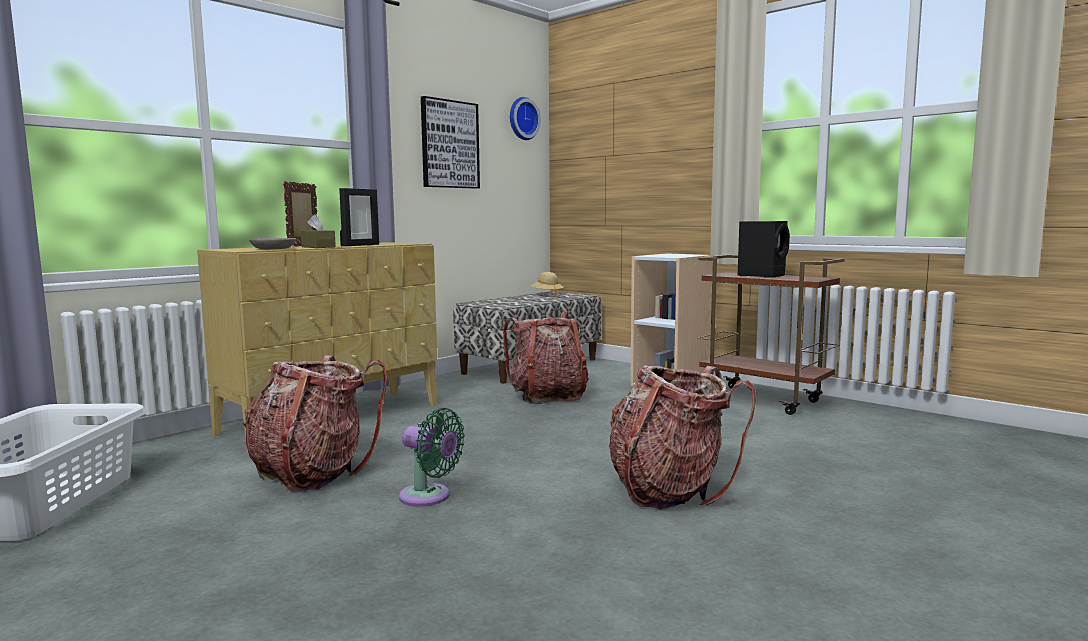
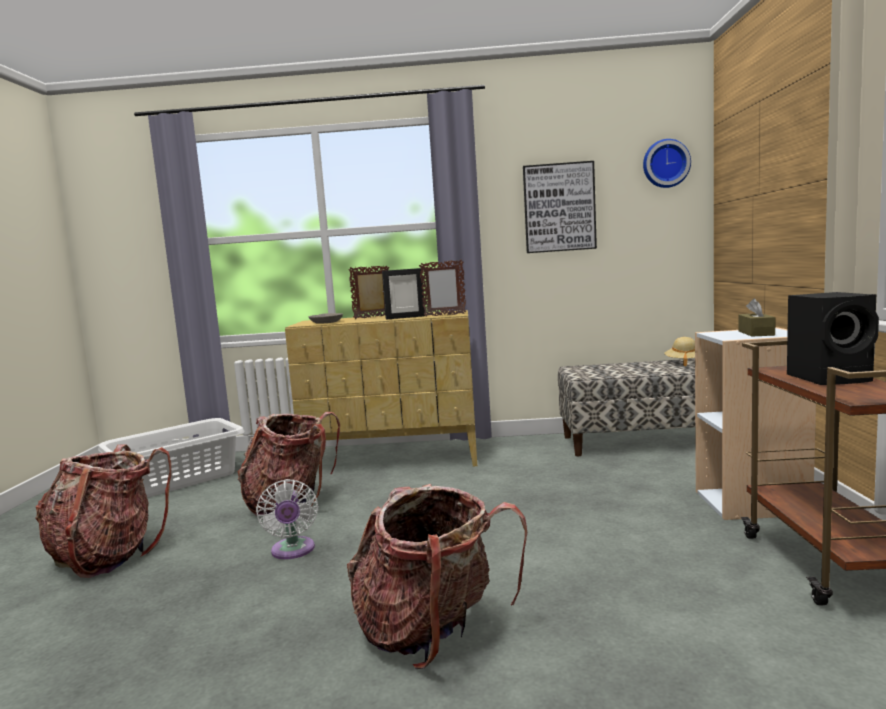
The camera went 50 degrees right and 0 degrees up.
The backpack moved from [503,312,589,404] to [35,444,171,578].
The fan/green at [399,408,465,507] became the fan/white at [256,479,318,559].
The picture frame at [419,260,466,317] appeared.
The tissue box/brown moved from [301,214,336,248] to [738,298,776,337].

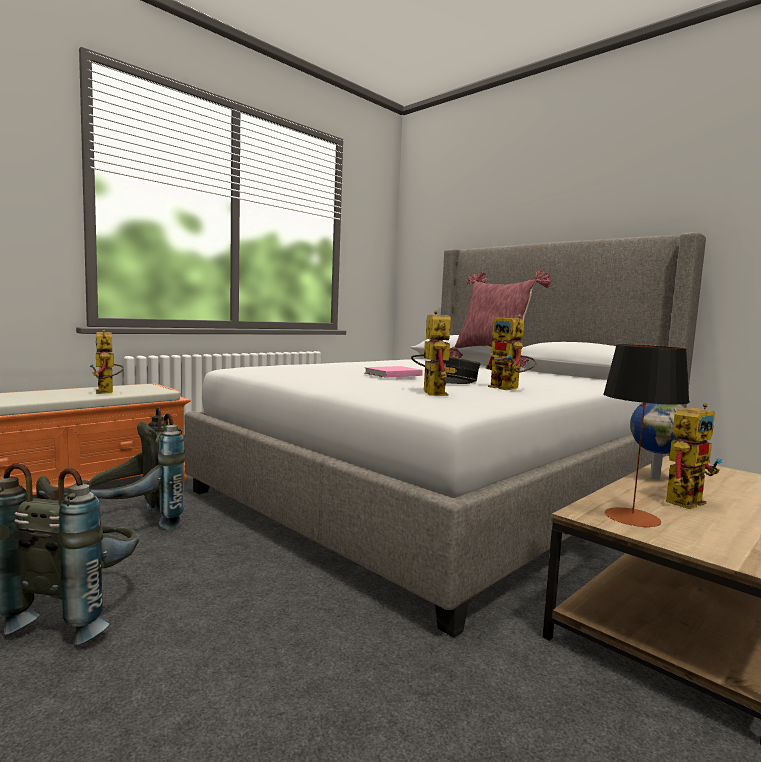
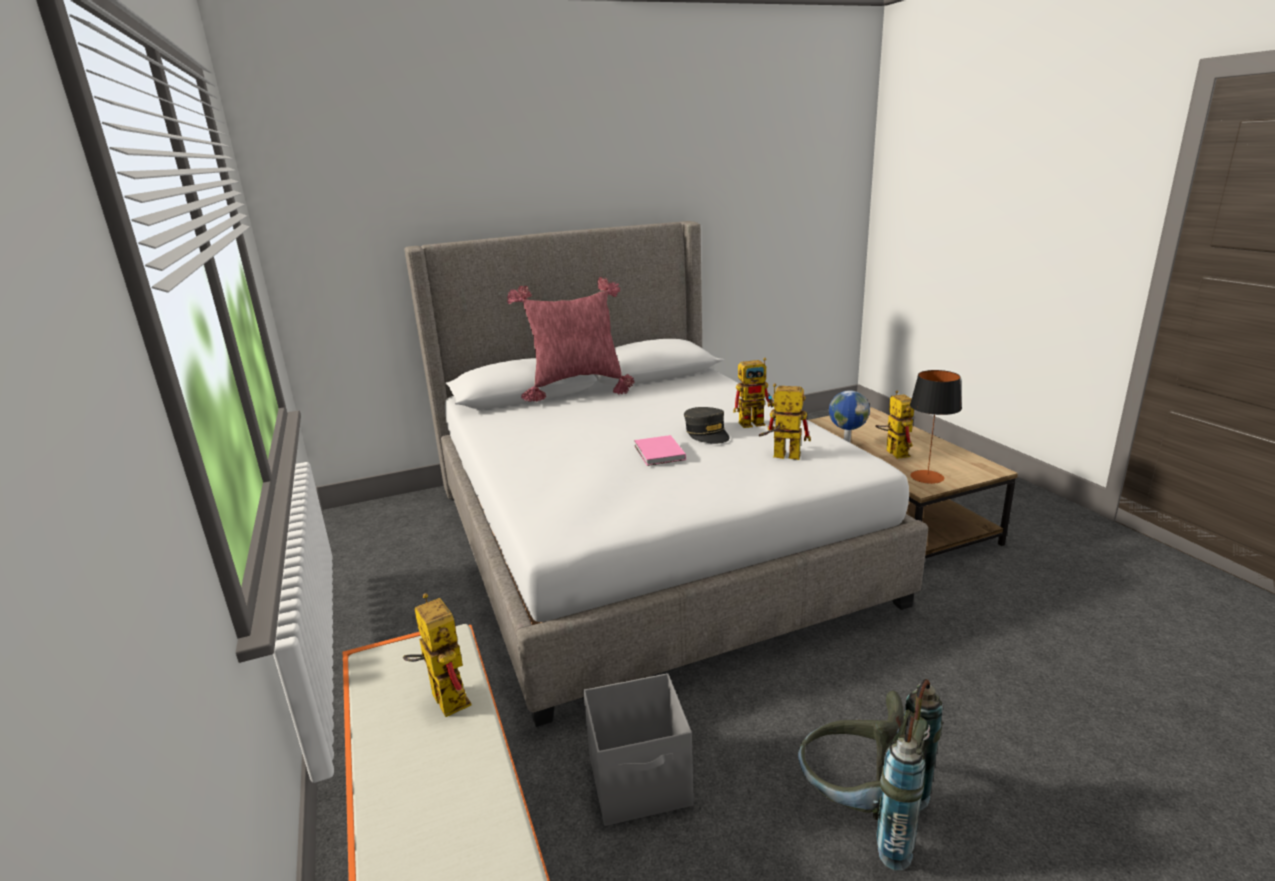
The camera went 65 degrees left and 15 degrees up.
The toy robot at [89,330,124,394] turned 120 degrees counterclockwise.
The backpack/grey at [89,407,185,530] was replaced by the storage box/grey at [583,673,694,826].

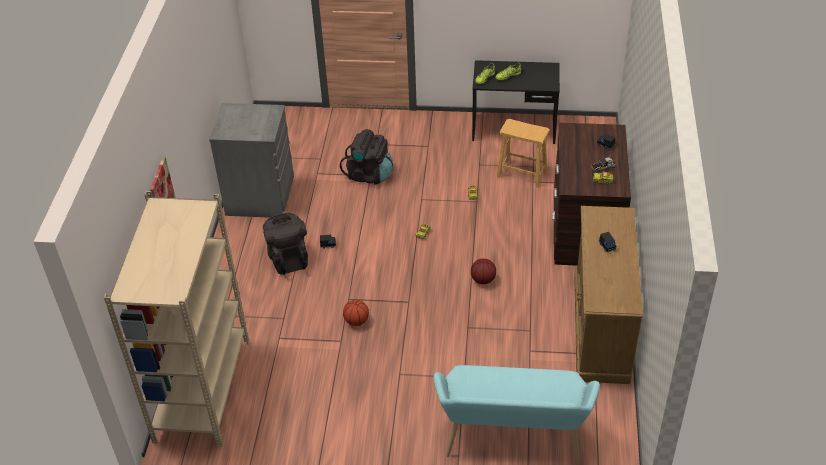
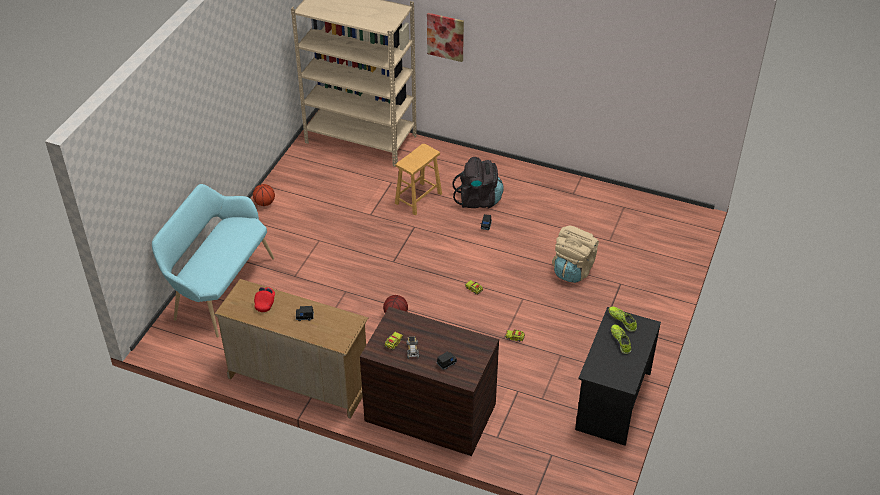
The camera went 105 degrees right and 0 degrees up.
The basketball moved from [343,300,369,326] to [253,184,275,206].
The cap/red at [254,287,275,312] appeared.
The stool/brown moved from [497,119,550,188] to [395,144,442,215].
The backpack/black at [340,129,393,185] became the backpack/beige at [552,225,599,283].
The dresser/grey at [209,103,294,218] disappeared.

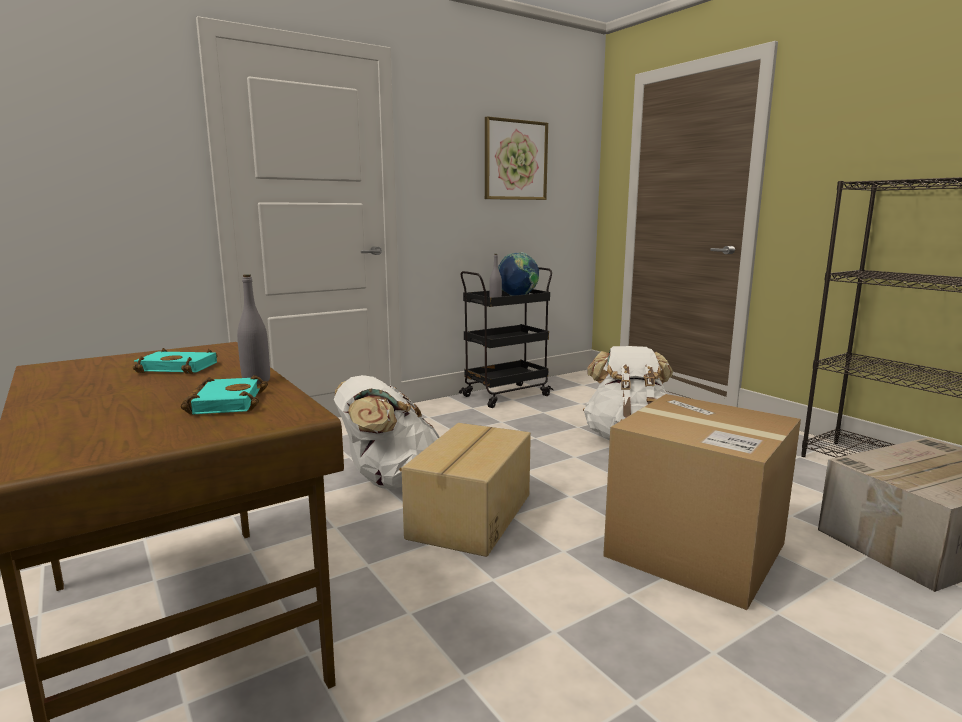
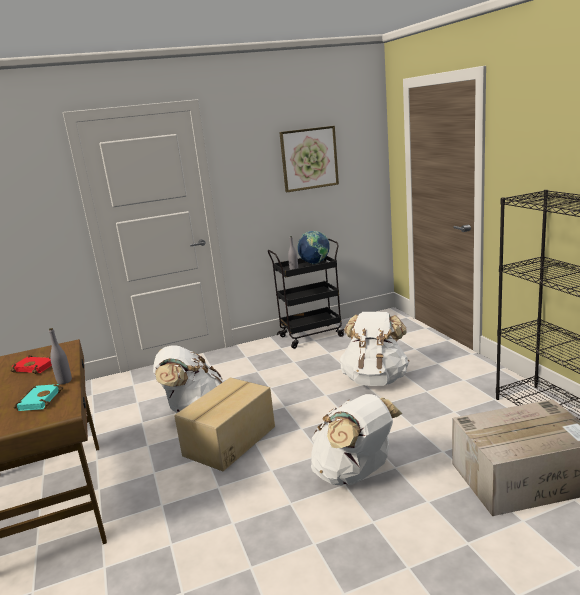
The camera went 15 degrees right and 5 degrees up.
The book/turquoise at [133,348,218,374] became the book/red at [10,355,52,374].
The cardboard box at [603,394,801,610] was replaced by the backpack/white at [311,394,402,485].

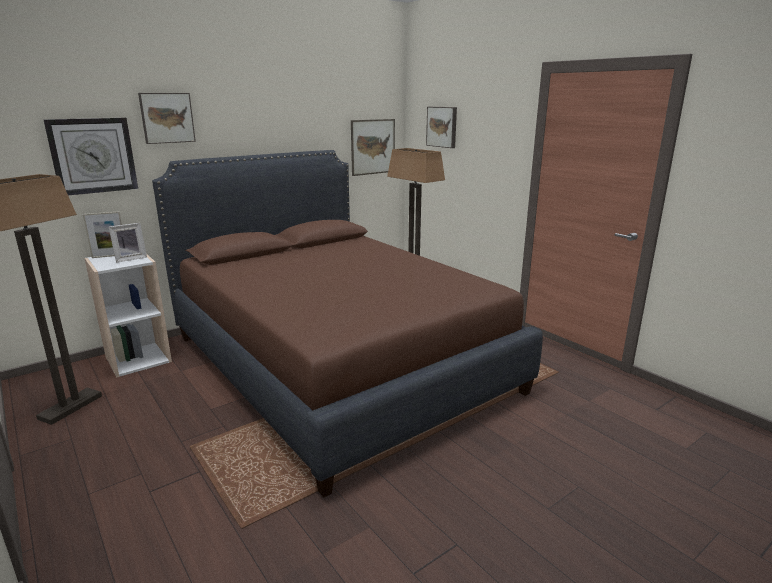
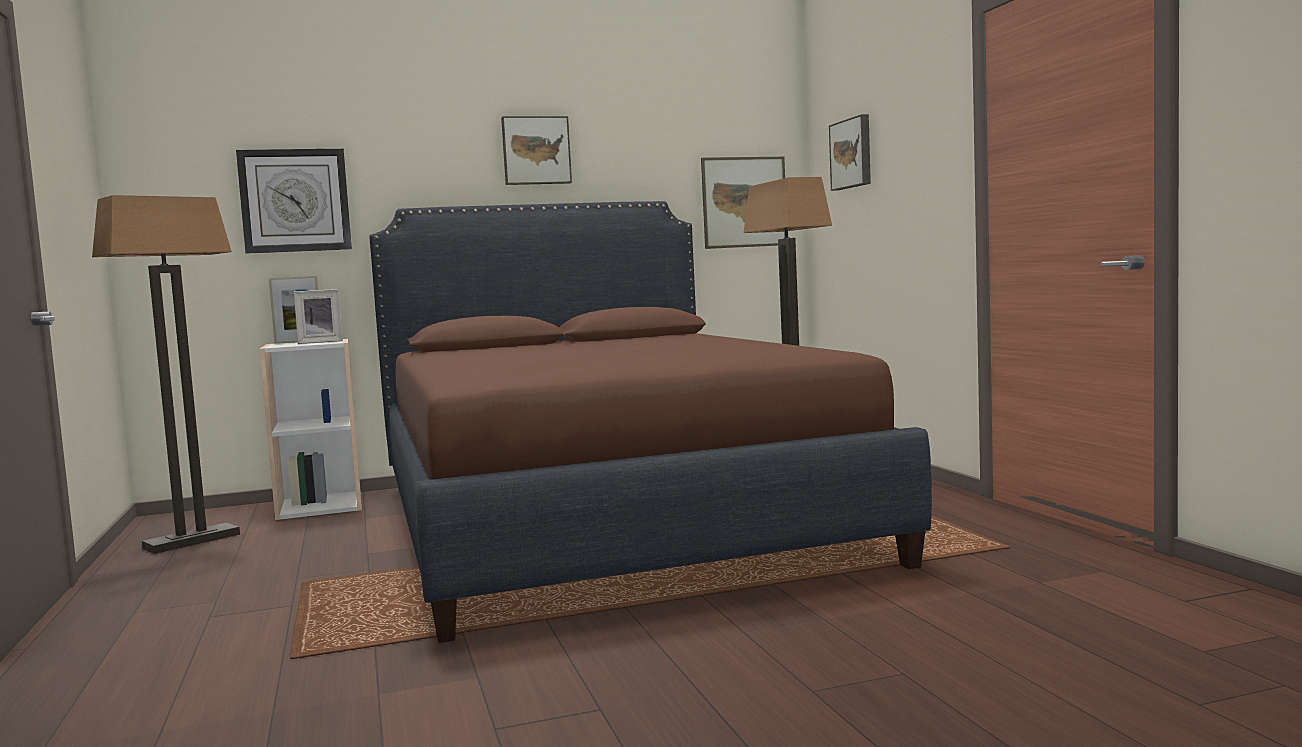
The camera went 20 degrees right and 15 degrees down.
The picture moved from [138,93,196,144] to [501,116,572,185].

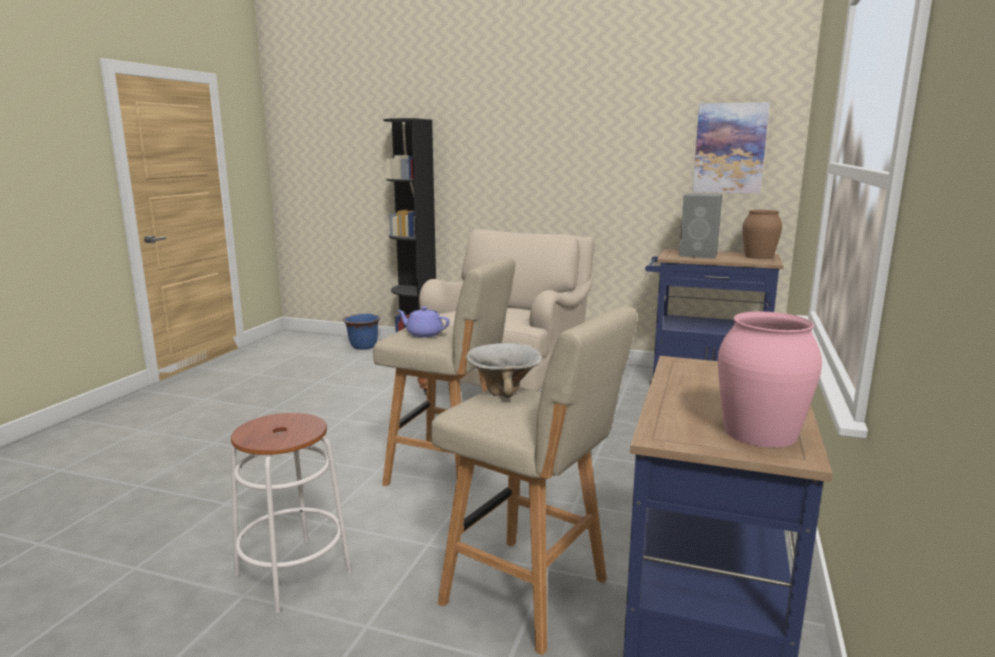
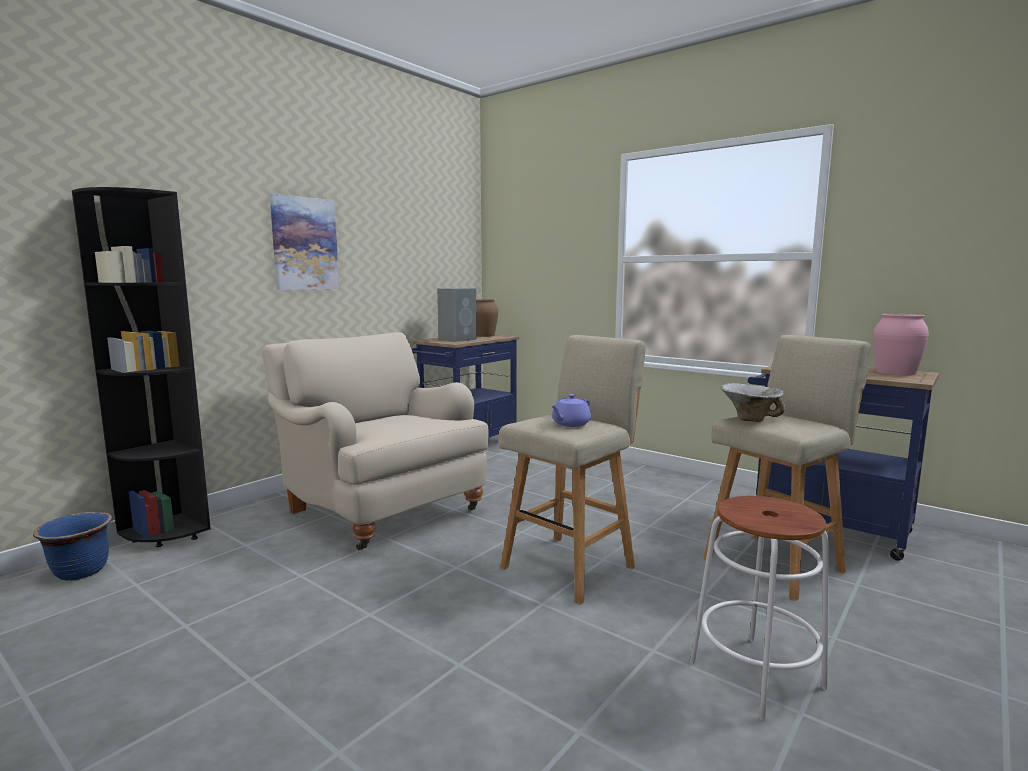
The camera went 70 degrees left and 5 degrees down.
The picture moved from [693,102,770,194] to [270,193,339,290].

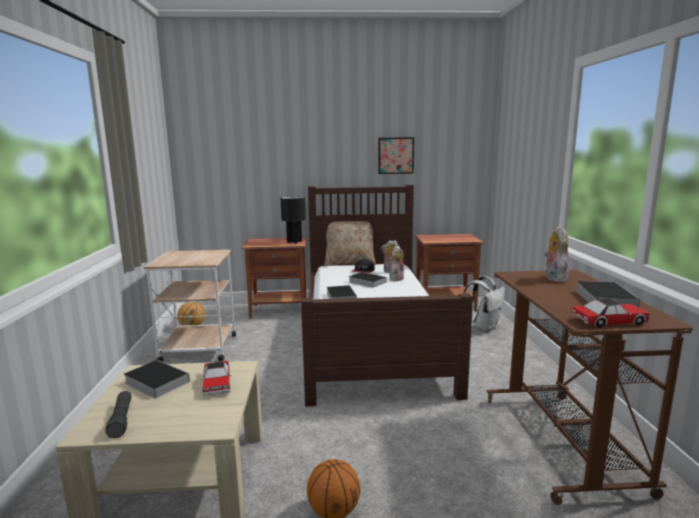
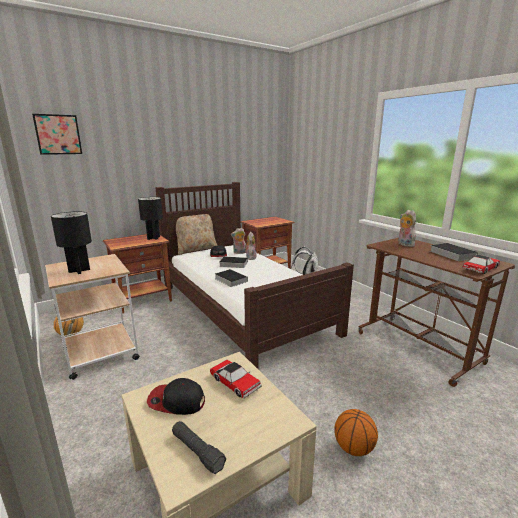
The camera went 30 degrees left and 5 degrees up.
The picture moved from [378,137,414,174] to [32,114,82,155].
The table lamp/black at [51,212,92,274] appeared.
The book at [123,360,190,398] was replaced by the cap at [147,378,205,415].

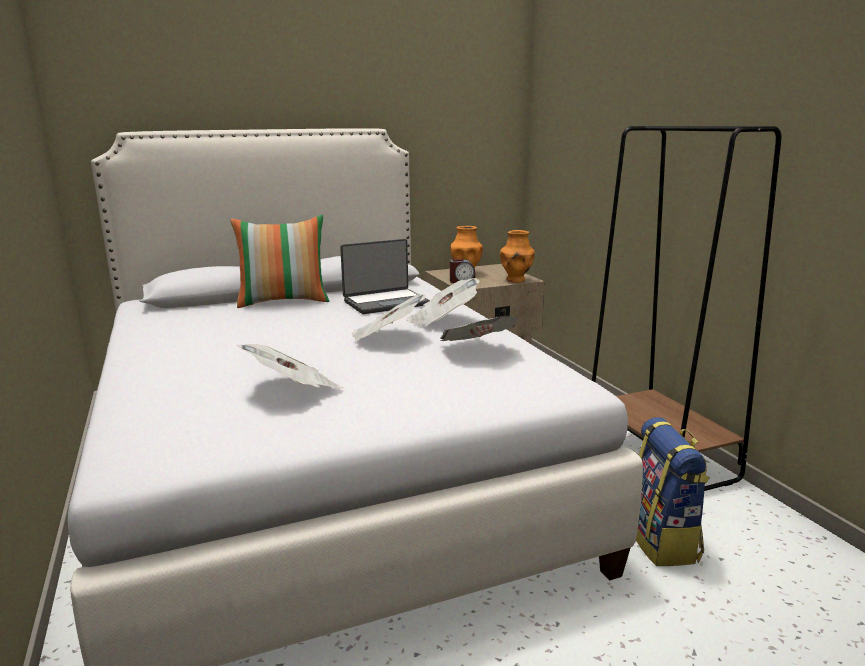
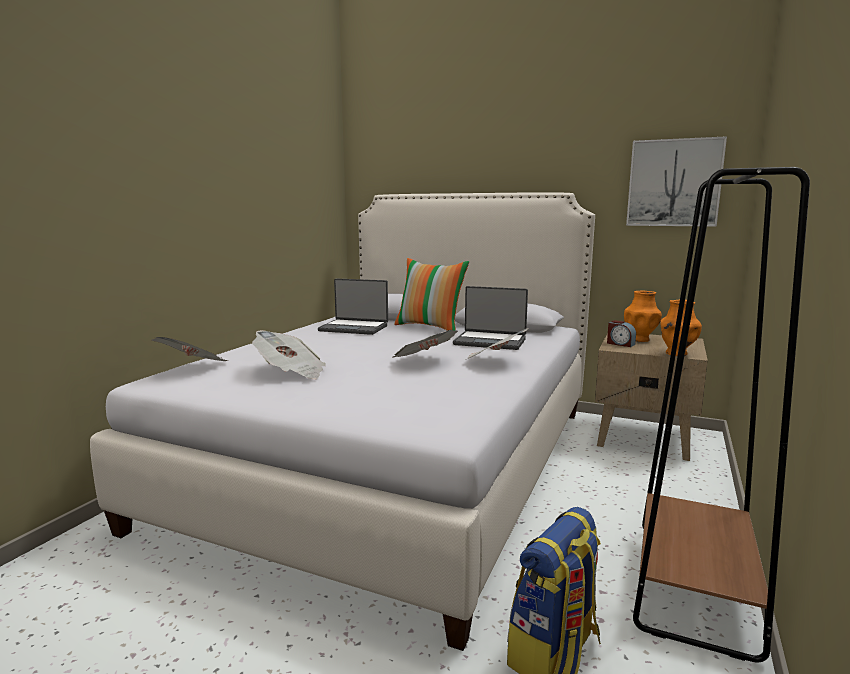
The camera went 45 degrees right and 5 degrees down.
The newspaper moved from [440,316,518,341] to [152,337,229,361].
The laptop at [318,279,388,335] appeared.
The picture at [626,136,727,227] appeared.

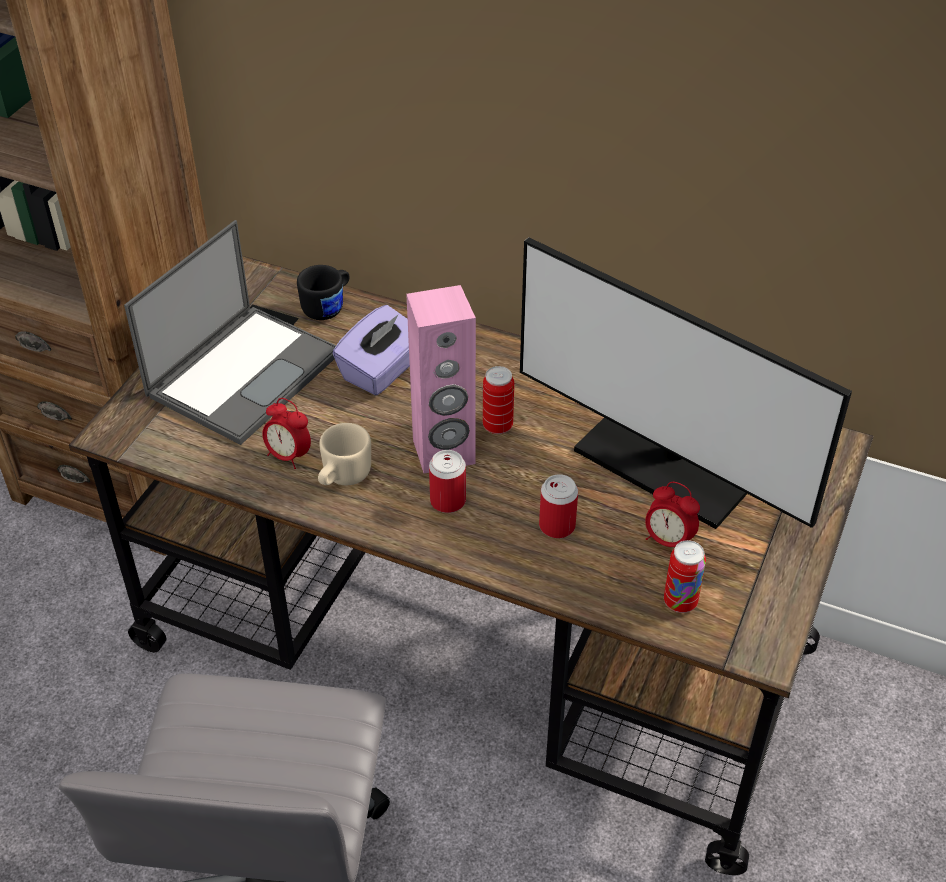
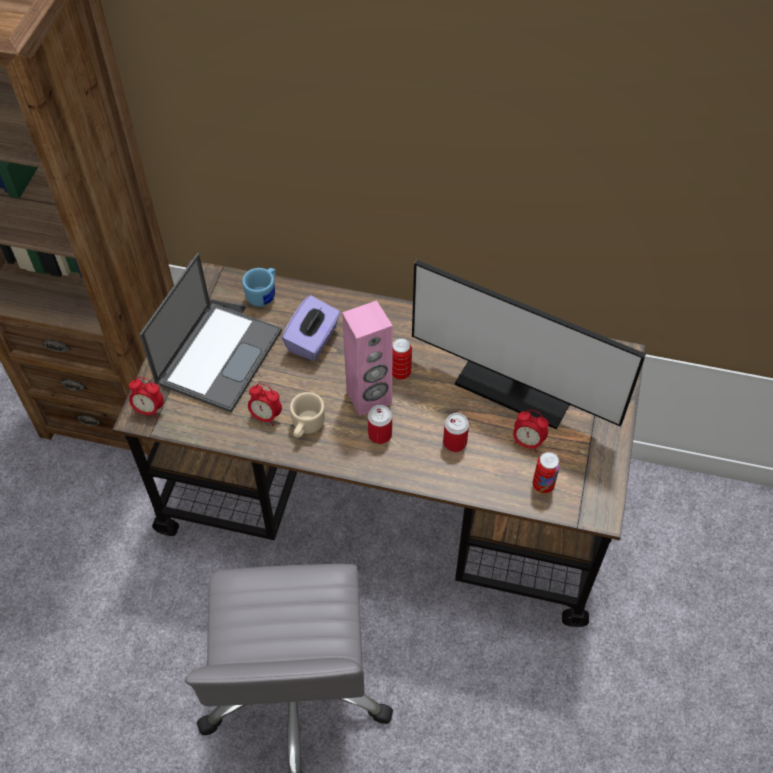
The camera went 10 degrees left and 10 degrees up.
The alarm clock at [129,377,164,419] appeared.
The mug/black at [297,265,350,320] became the mug/blue at [242,268,276,307].

